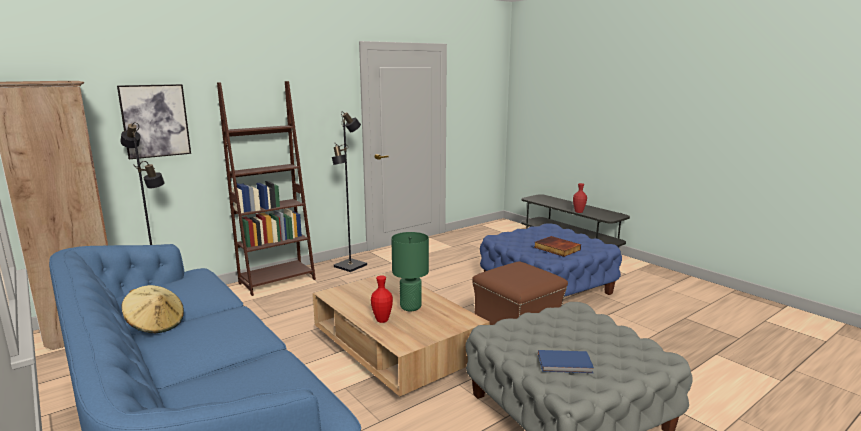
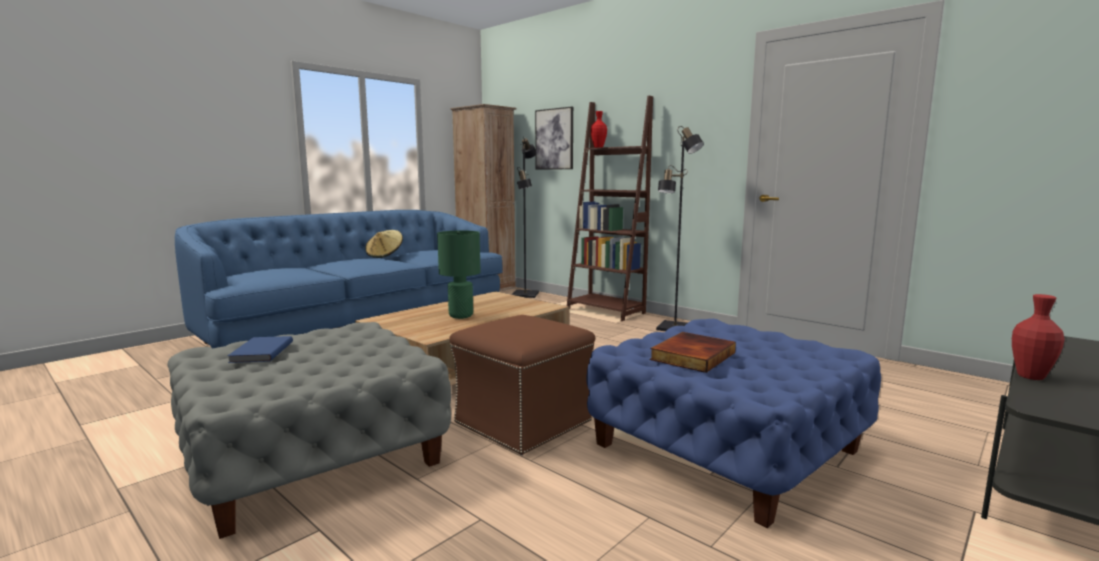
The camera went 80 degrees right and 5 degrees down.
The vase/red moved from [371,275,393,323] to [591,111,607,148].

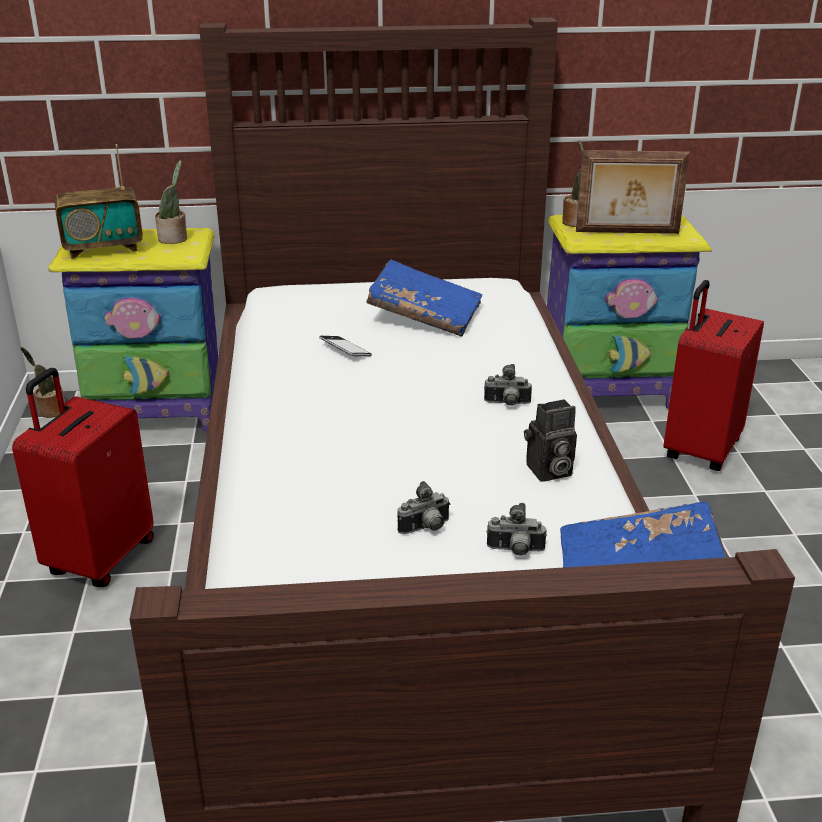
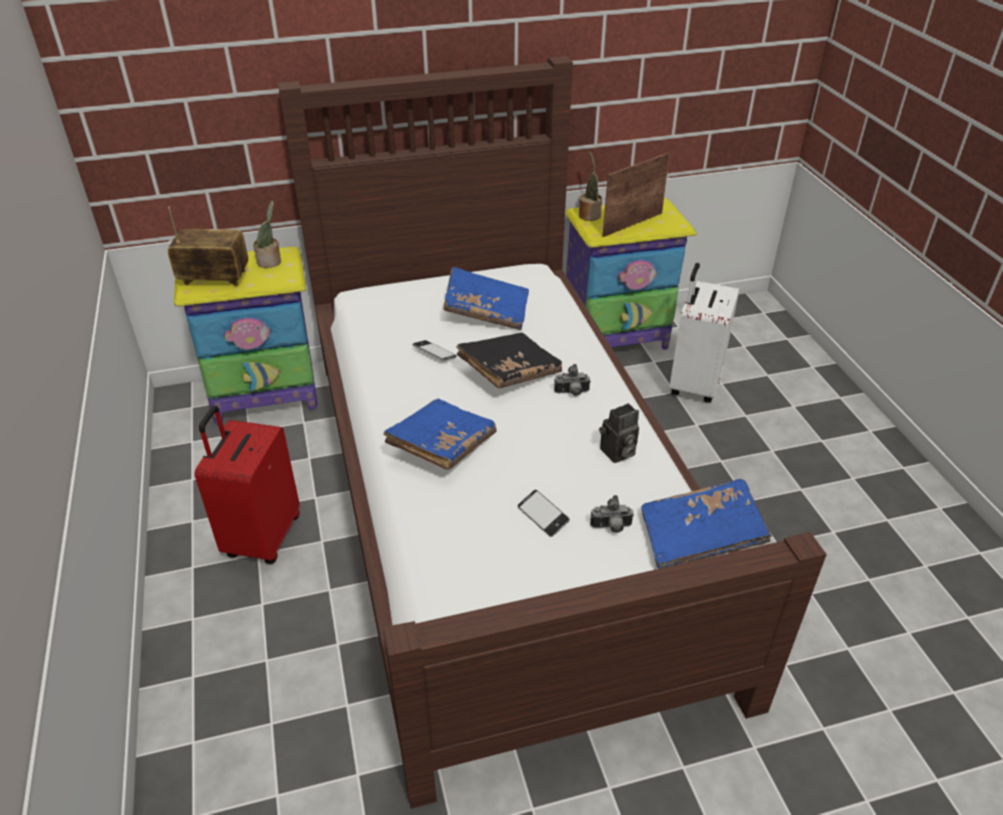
The camera went 10 degrees left and 10 degrees up.
The radio at [54,144,143,259] turned 150 degrees counterclockwise.
The book/blue at [383,399,496,470] appeared.
The book/black at [456,332,562,388] appeared.
The photo camera at [397,481,450,534] was replaced by the phone at [518,490,570,537].
The picture frame at [576,150,690,234] turned 150 degrees clockwise.
The suitcase/red at [663,280,764,471] became the suitcase/white at [669,263,739,403].
The potted plant at [20,347,65,418] disappeared.

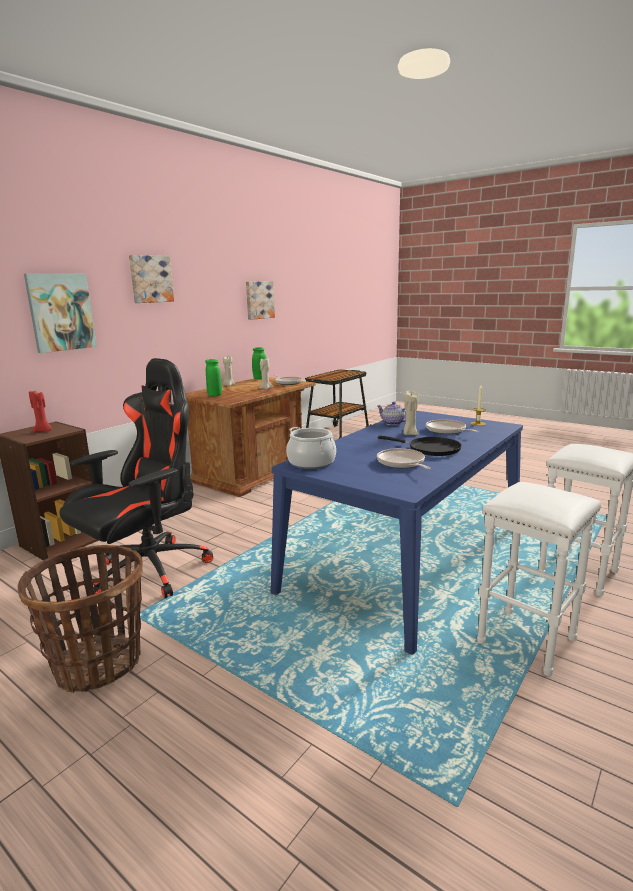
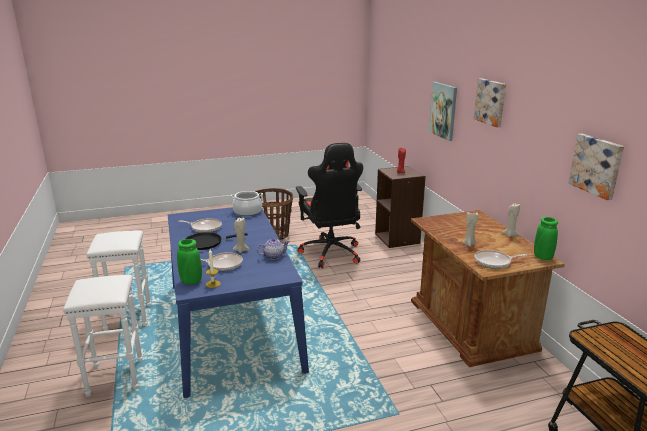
The camera went 125 degrees right and 5 degrees up.
The vase/green moved from [205,359,222,396] to [177,239,202,284].

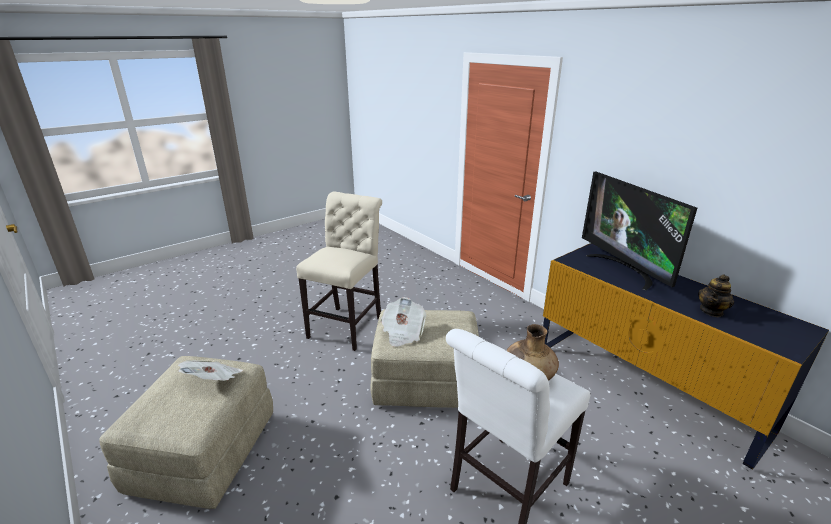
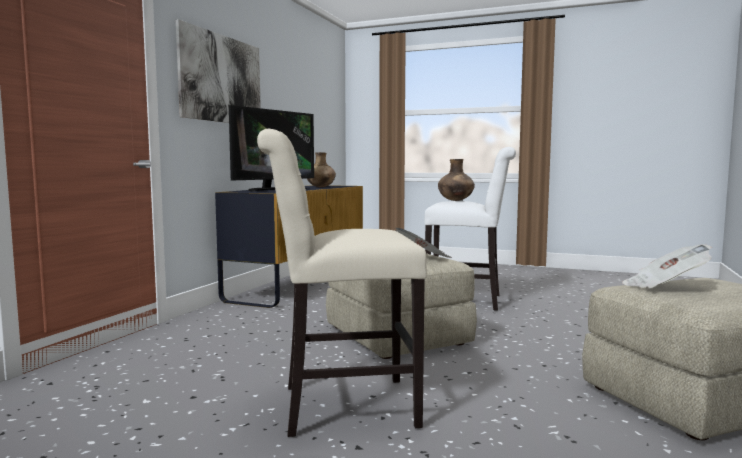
The camera went 120 degrees left and 20 degrees down.
The picture at [176,19,261,123] appeared.
The teapot at [698,274,734,317] was replaced by the vase/brown at [307,152,336,187].

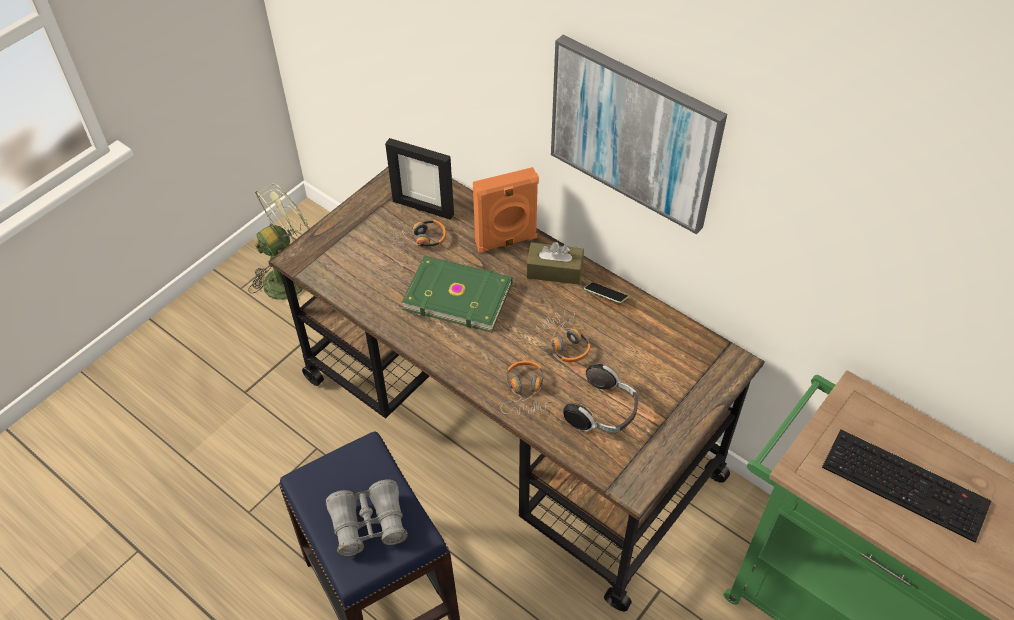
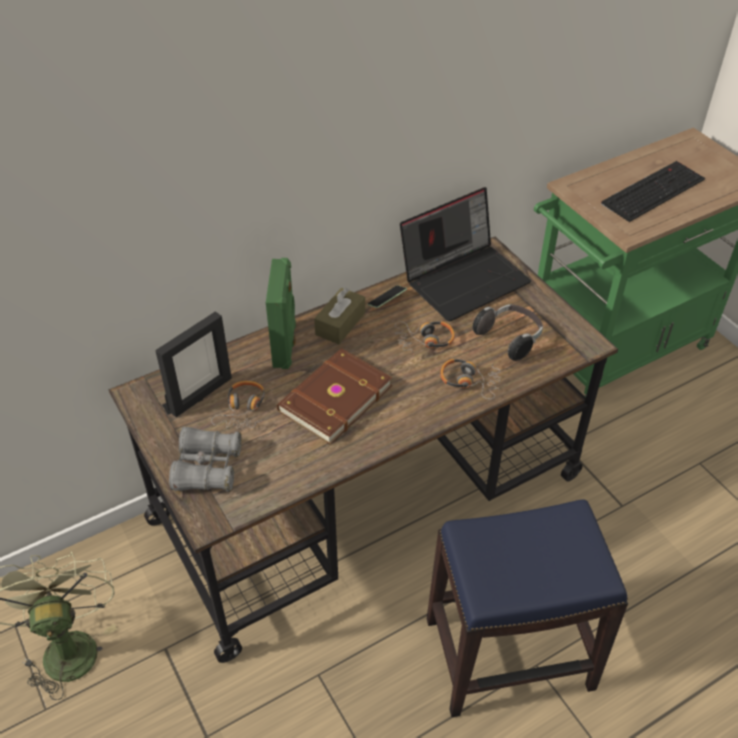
The camera went 70 degrees left and 5 degrees down.
The binoculars/grey moved from [326,480,408,557] to [169,427,242,492].
The speaker/orange at [473,167,539,253] became the speaker/green at [266,258,296,369].
The book/green at [402,256,513,333] became the book/brown at [277,348,393,445].
The laptop at [400,187,531,322] appeared.
The picture at [551,35,727,234] disappeared.

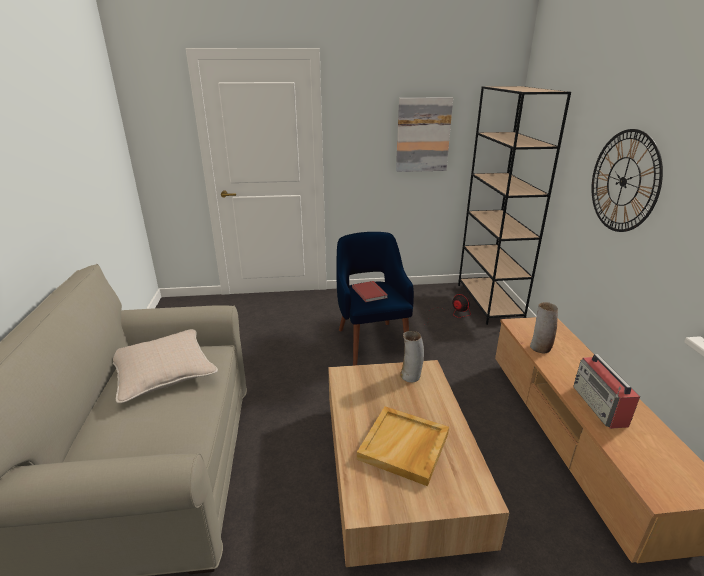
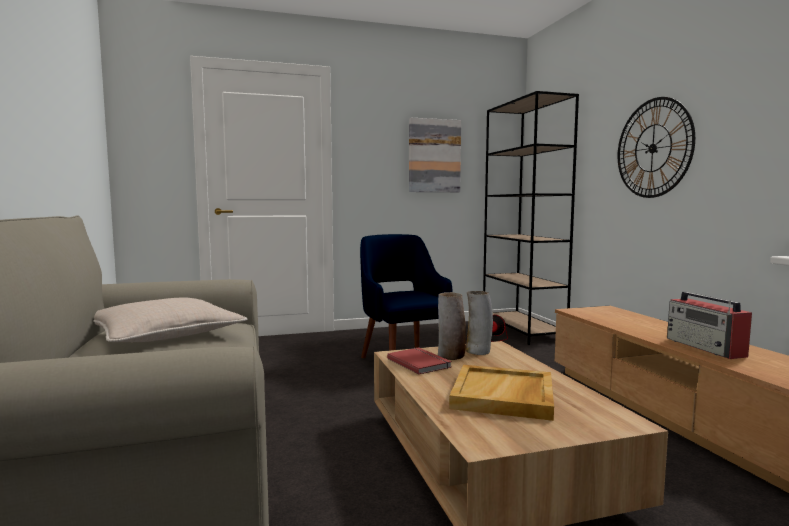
The camera went 10 degrees left and 20 degrees down.
The book/red moved from [352,281,388,302] to [387,348,452,374].
The vase moved from [530,302,558,354] to [438,292,466,360].

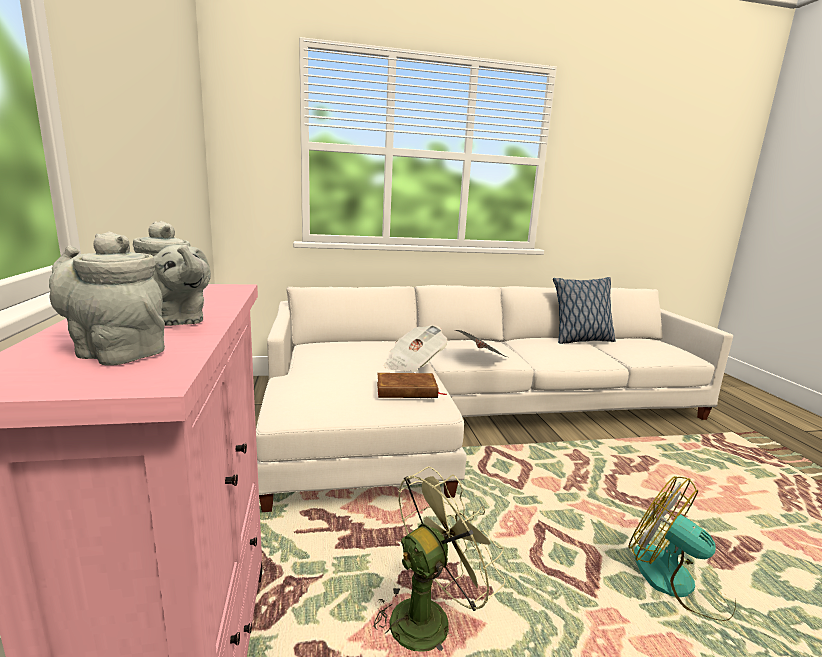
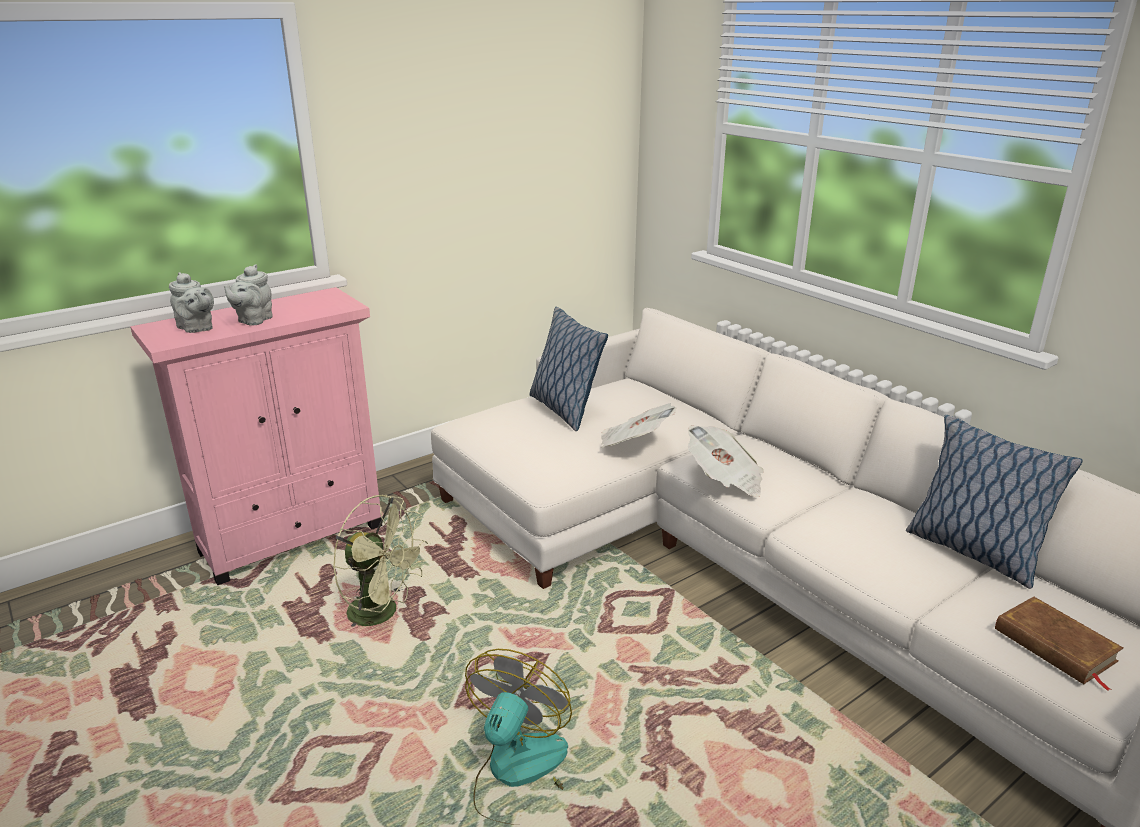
The camera went 65 degrees right and 10 degrees up.
The teapot/grey at [49,231,165,366] turned 135 degrees clockwise.
The pillow at [530,307,608,431] appeared.
The book/brown moved from [377,373,446,398] to [995,597,1123,691].

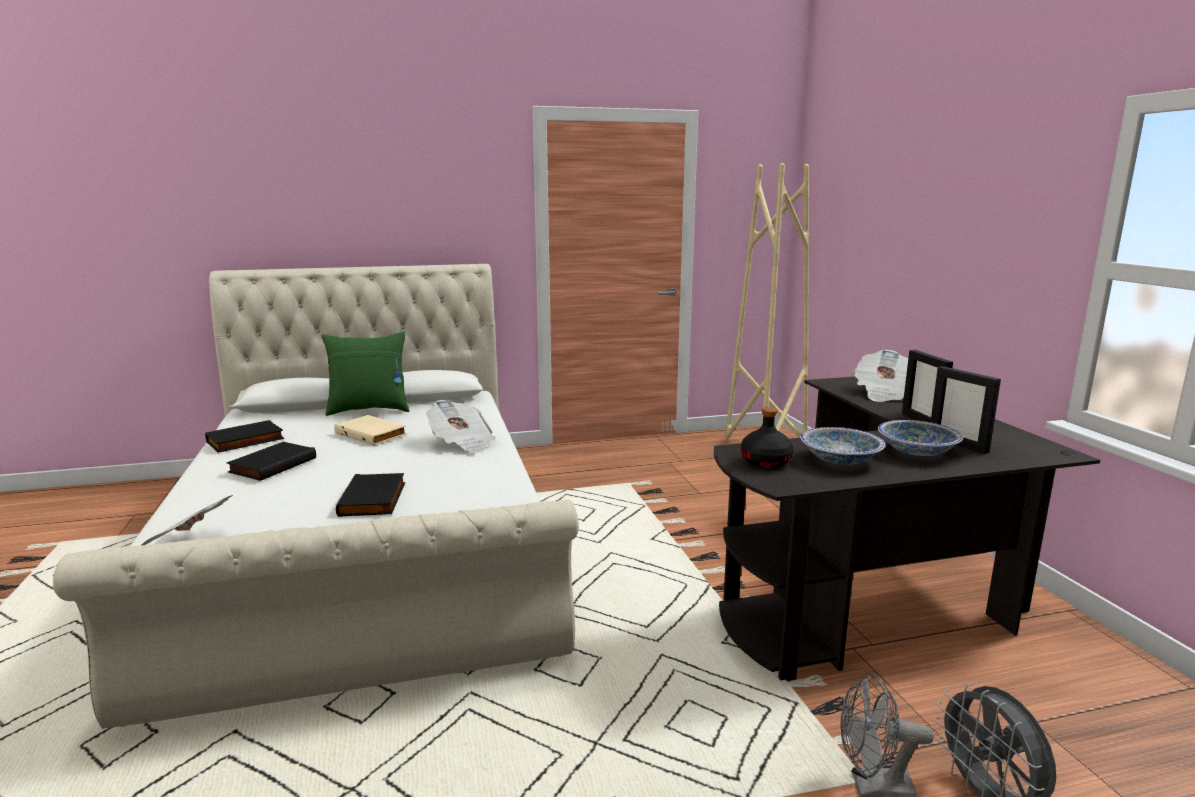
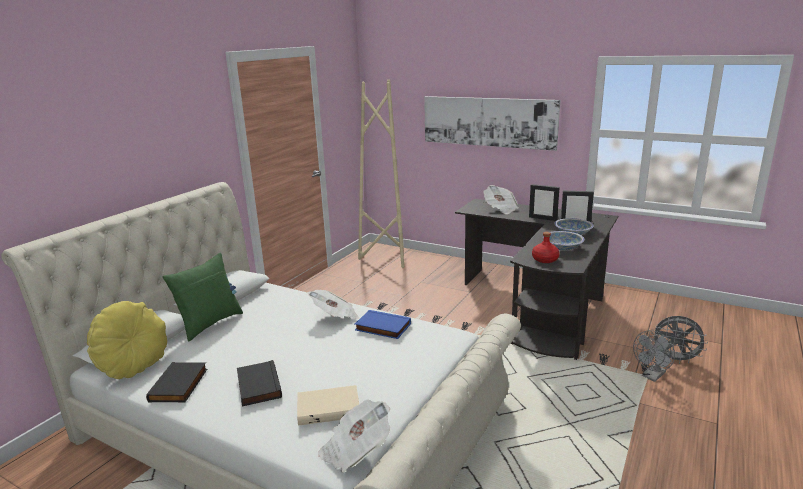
The camera went 45 degrees left and 5 degrees up.
The pillow/yellow at [87,301,167,379] appeared.
The book/beige moved from [334,415,407,446] to [297,385,359,425].
The book/blue at [355,310,411,339] appeared.
The picture at [424,96,560,151] appeared.
The bottle/black at [741,407,794,468] became the bottle/red at [532,232,560,263].
The book/black at [336,473,405,517] disappeared.

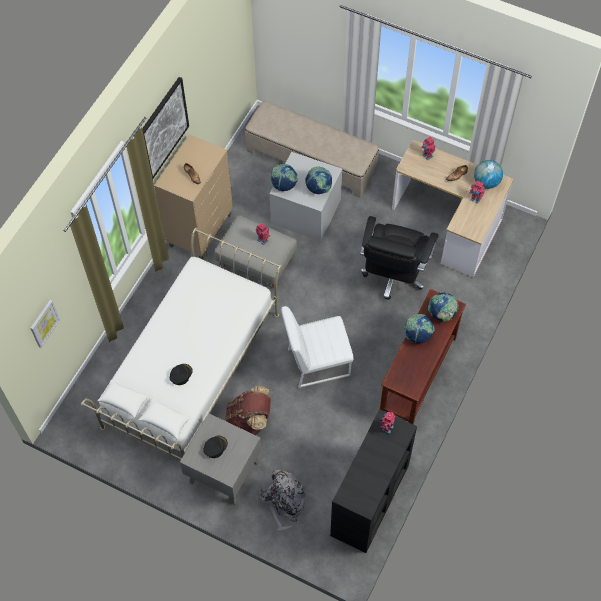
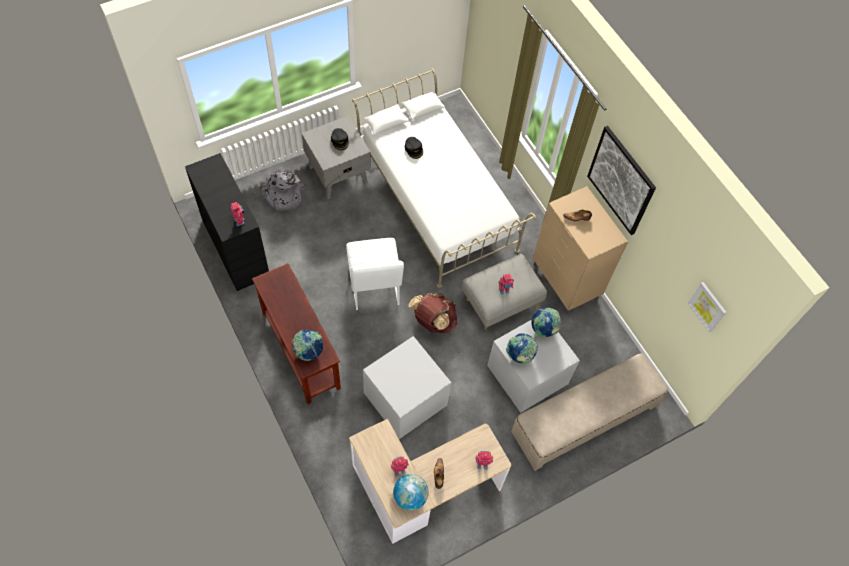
The camera went 120 degrees right and 0 degrees up.
The chair/white at [281,306,353,388] turned 150 degrees clockwise.
The office chair/black at [360,216,438,300] was replaced by the storage box/grey at [363,336,451,439].
The backpack/brown moved from [225,386,271,435] to [408,293,457,334].
The picture moved from [30,300,60,348] to [688,282,726,333].
The globe at [404,314,435,344] disappeared.

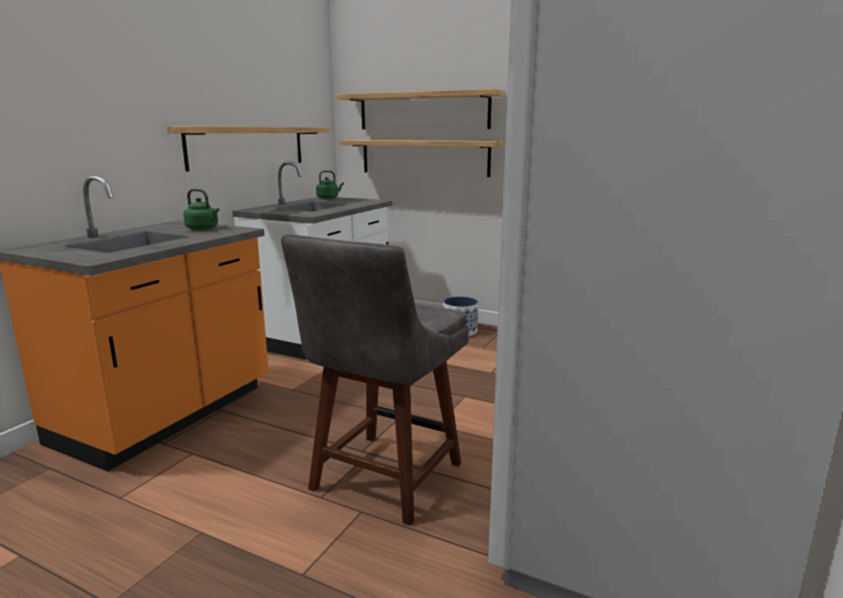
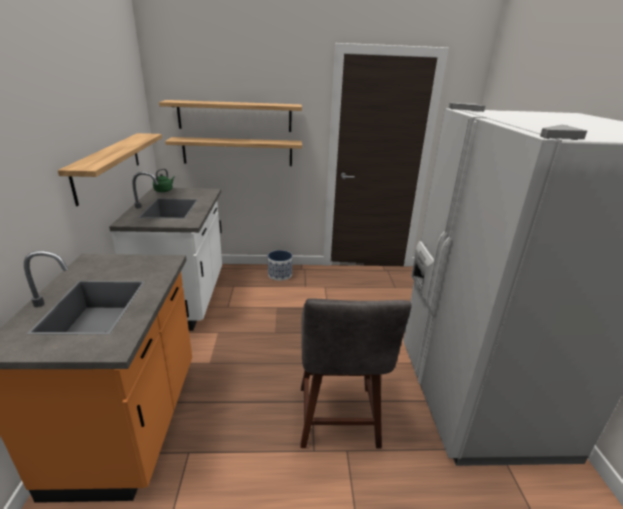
The camera went 30 degrees left and 10 degrees up.
The kettle/green at [183,189,219,230] disappeared.

